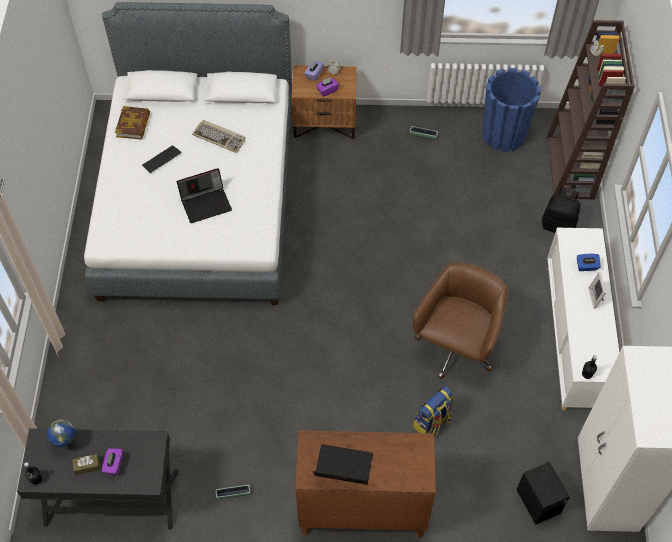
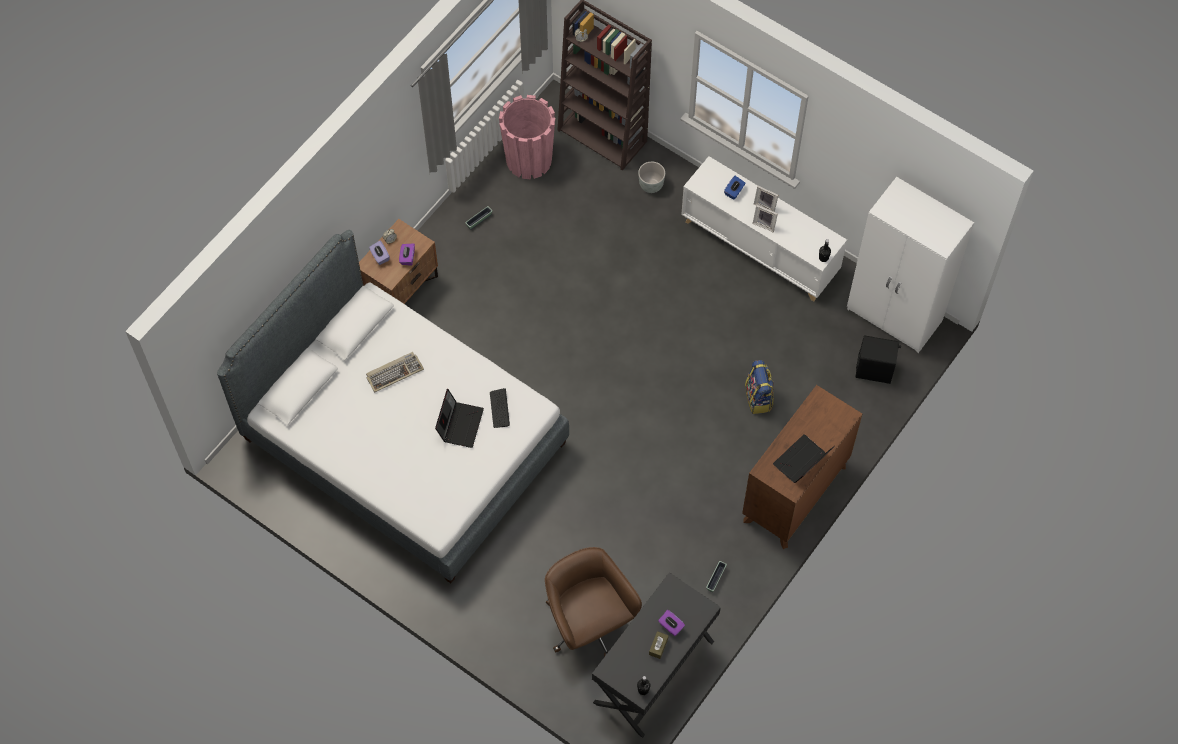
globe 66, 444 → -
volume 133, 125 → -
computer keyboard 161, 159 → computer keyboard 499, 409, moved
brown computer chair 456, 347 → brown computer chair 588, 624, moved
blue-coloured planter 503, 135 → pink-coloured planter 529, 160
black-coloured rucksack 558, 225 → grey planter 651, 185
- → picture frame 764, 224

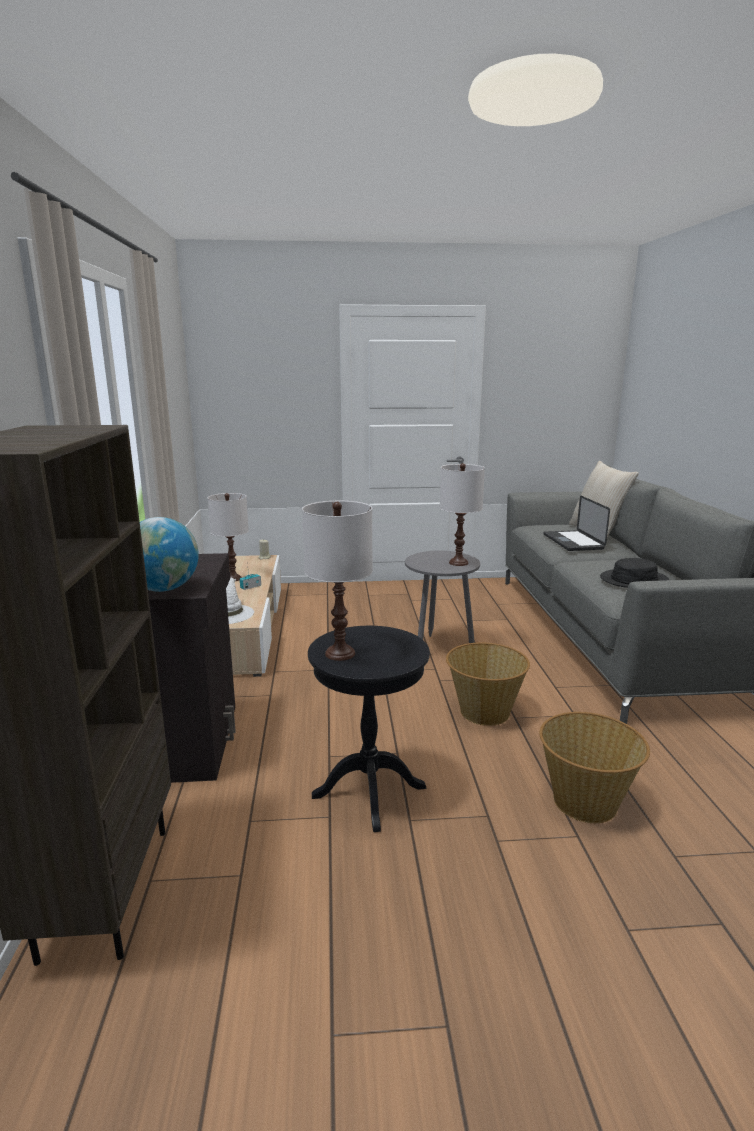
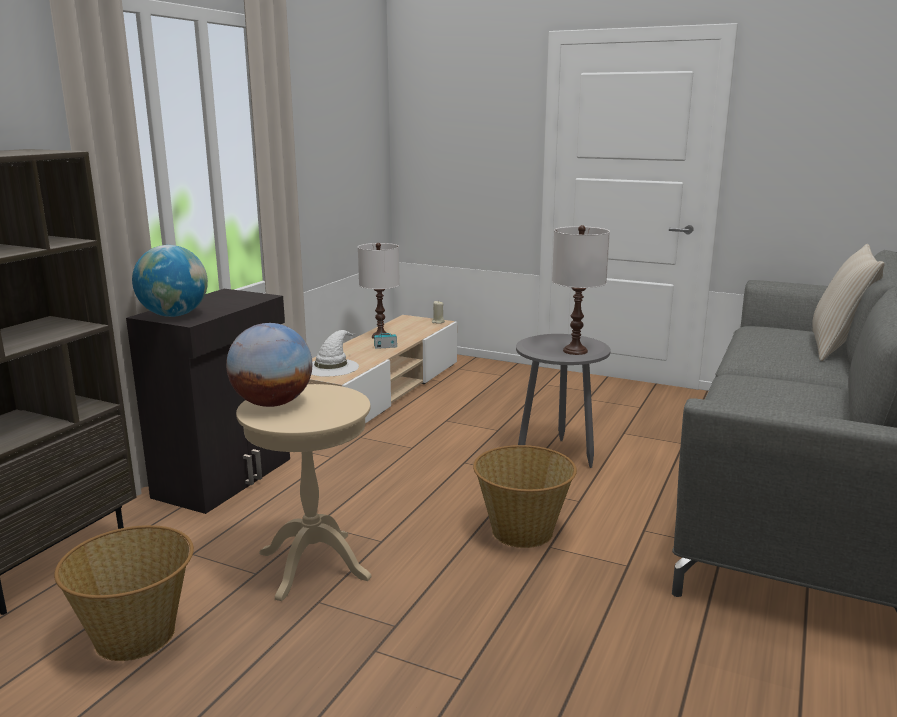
white table lamp 339, 654 → globe 272, 403
black-coloured accent table 369, 791 → sand-coloured accent table 314, 565
storage basket 585, 801 → storage basket 137, 635, moved
notebook computer 573, 542 → -
black-coloured wearable hat 633, 580 → -

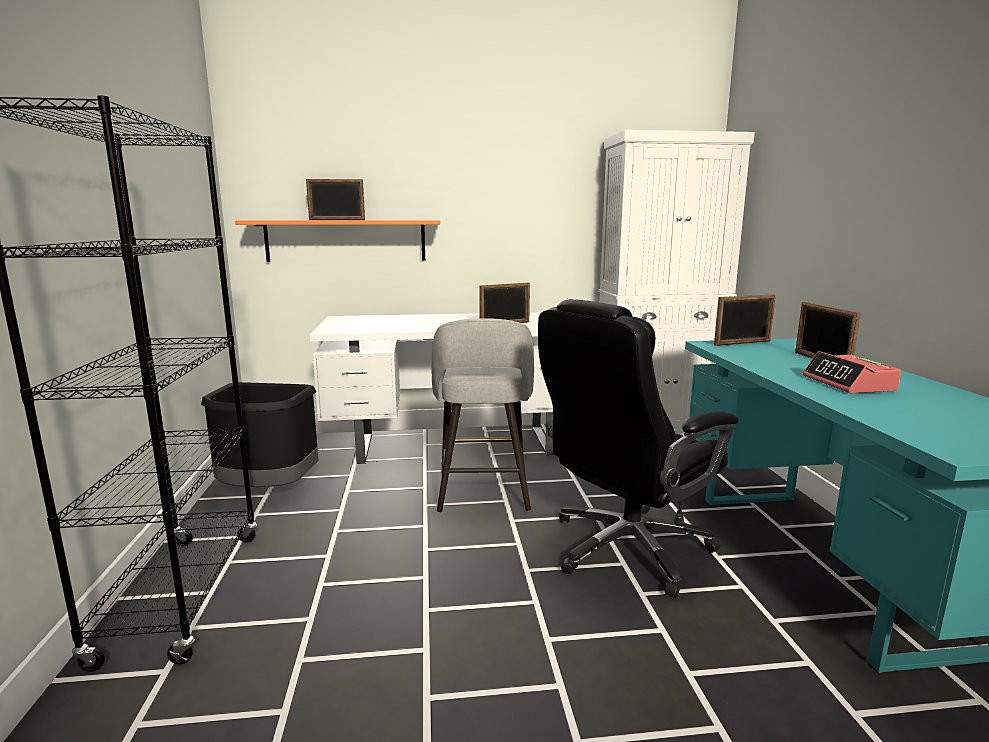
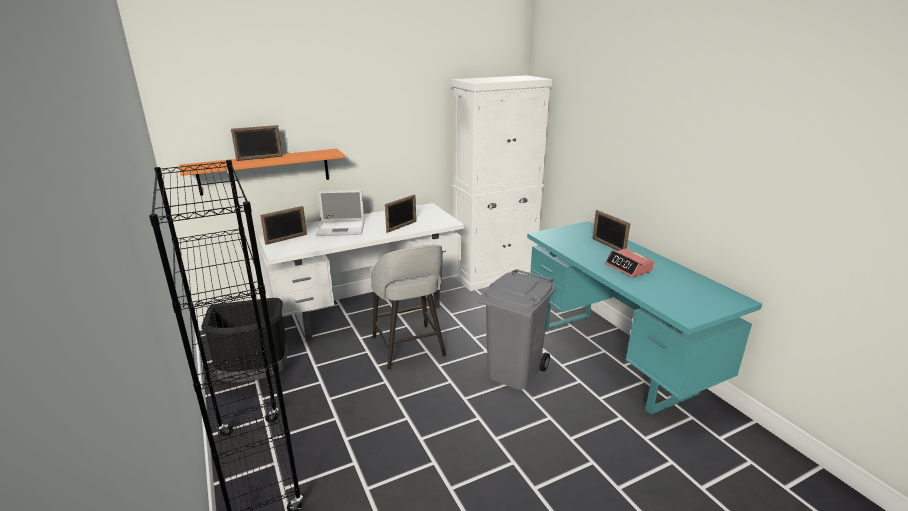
black-coloured computer chair 626, 549 → grey trash can 513, 371
picture frame 742, 343 → picture frame 286, 239, moved
- → notebook computer 342, 228

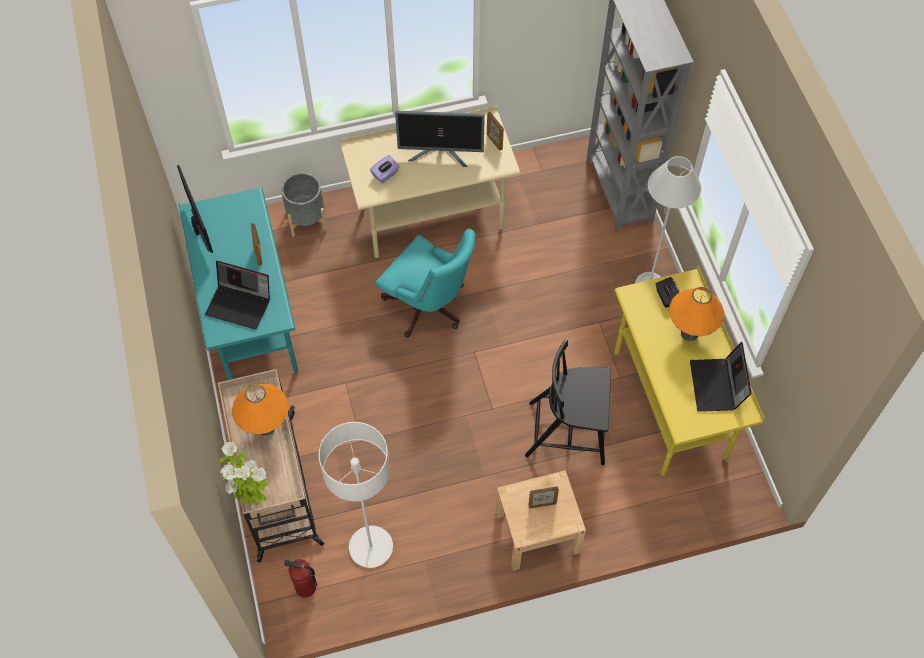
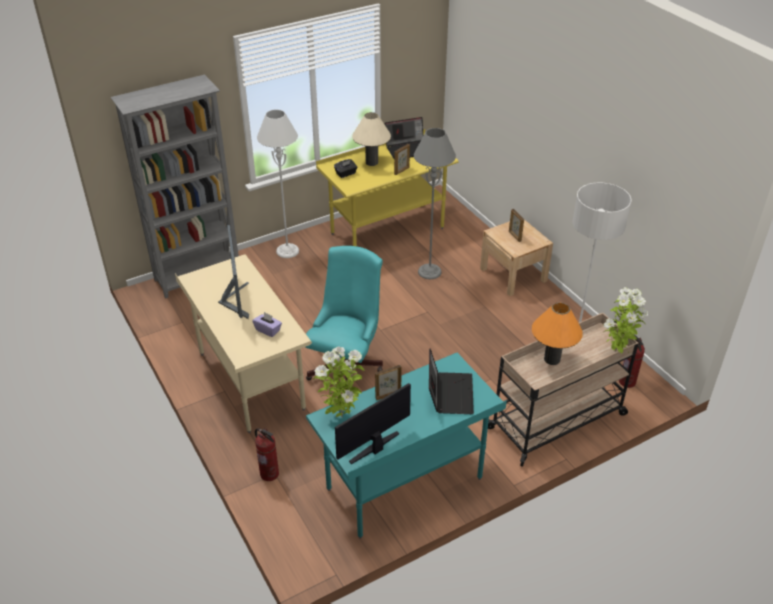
grey planter 307, 219 → fire extinguisher 270, 473
picture frame 494, 142 → picture frame 402, 171, moved
black-coloured upright chair 568, 432 → grey floor lamp 429, 272
orange table lamp 689, 333 → sand-coloured table lamp 371, 162
- → plant in a pot 341, 416

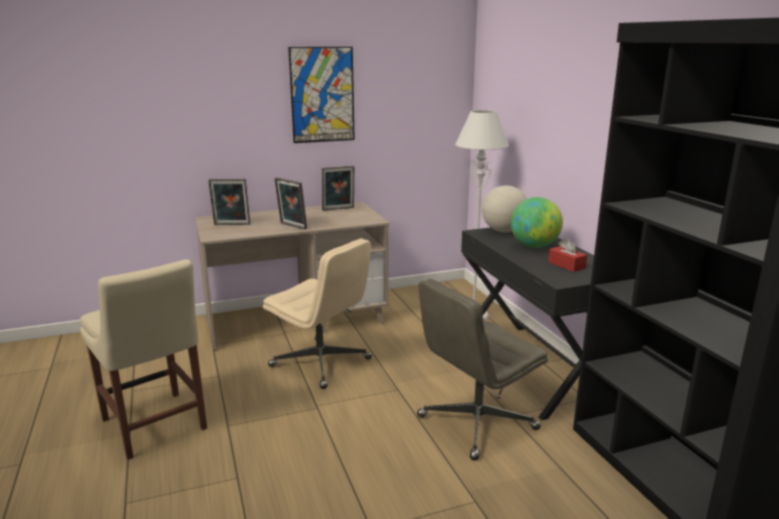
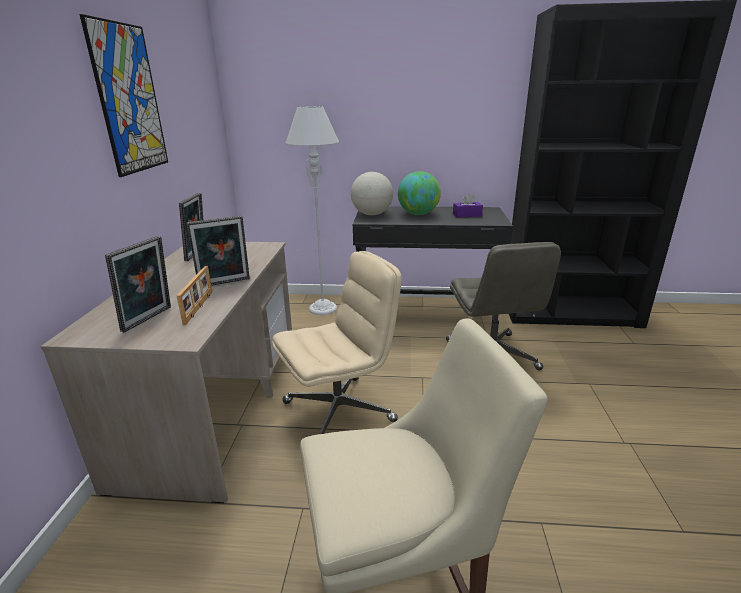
reddish tissue holder 566, 265 → purple tissue holder 467, 215
- → picture frame 199, 307

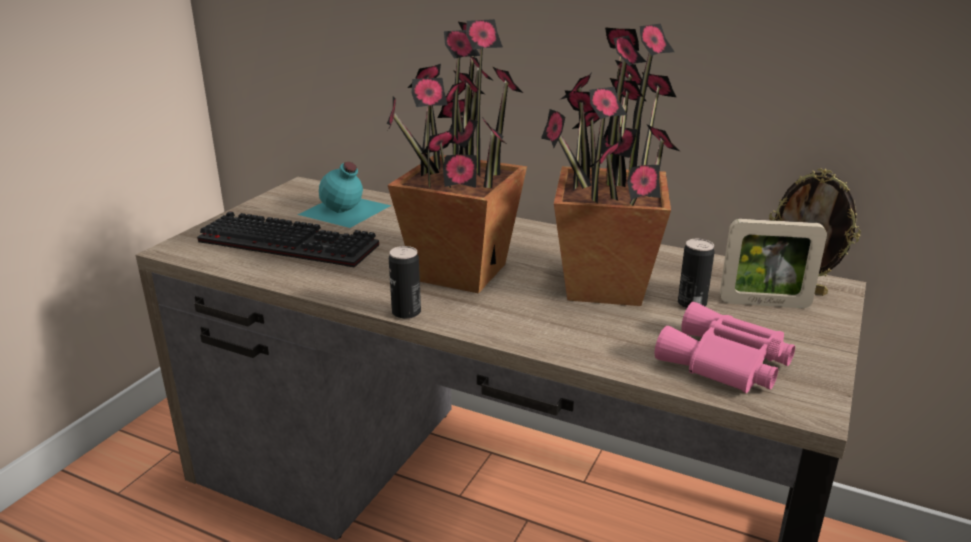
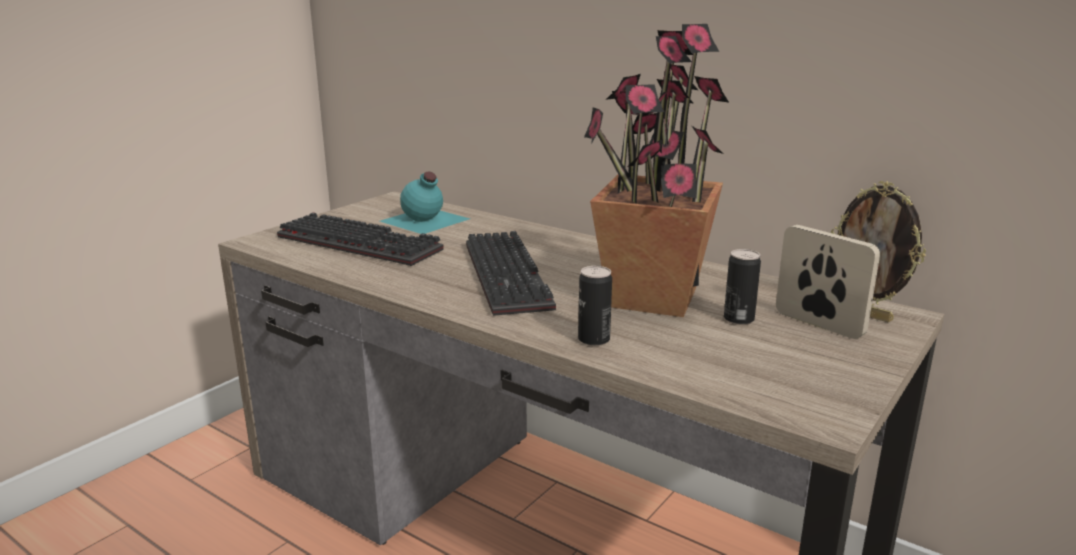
plant in a pot 459, 272 → computer keyboard 511, 276
sealed can 406, 312 → sealed can 594, 339, moved
pink-coloured binoculars 725, 363 → -
picture frame 764, 303 → picture frame 818, 324, 150 degrees counterclockwise

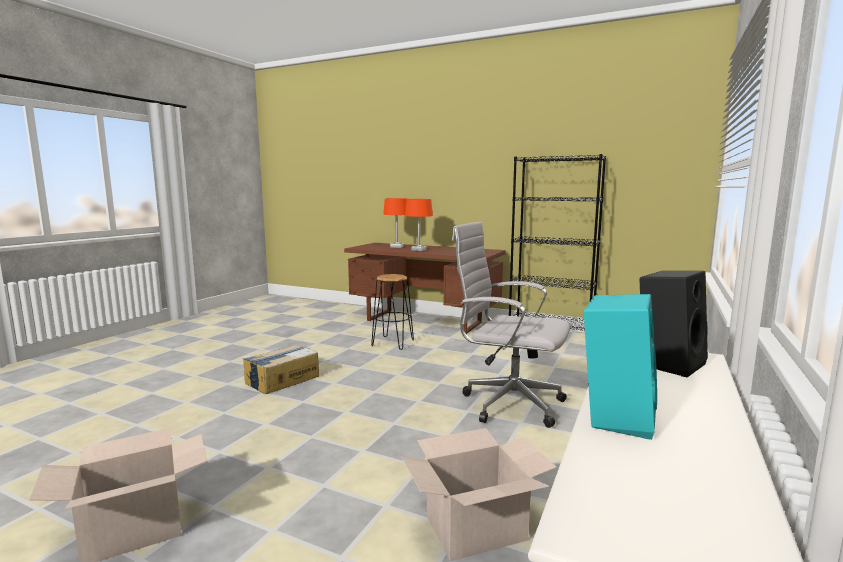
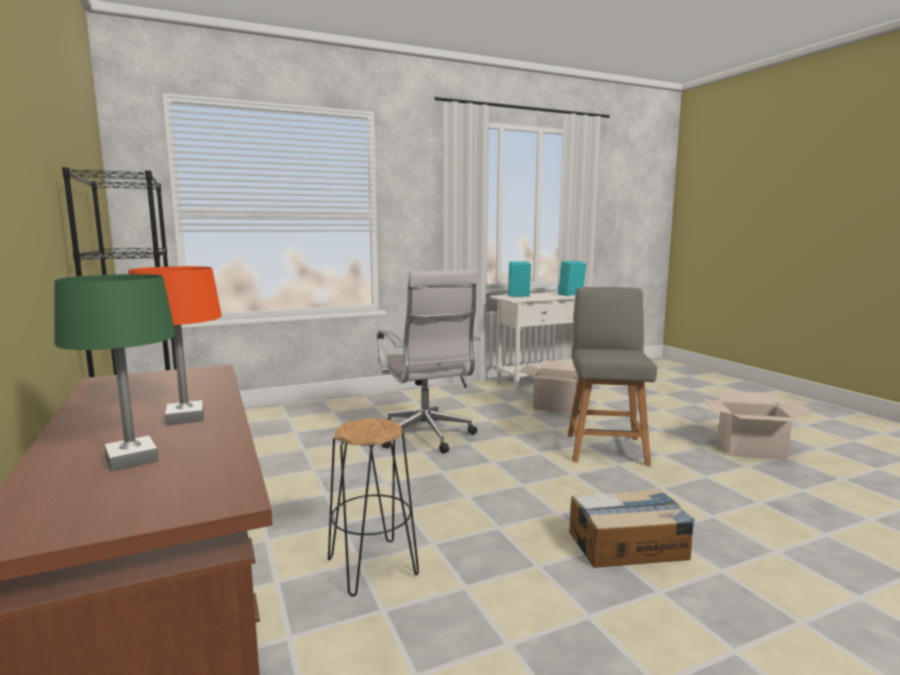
orange table lamp 397, 247 → green table lamp 132, 459
black-coloured speaker 668, 363 → blue-green speaker 518, 296
- → grey upright chair 605, 448

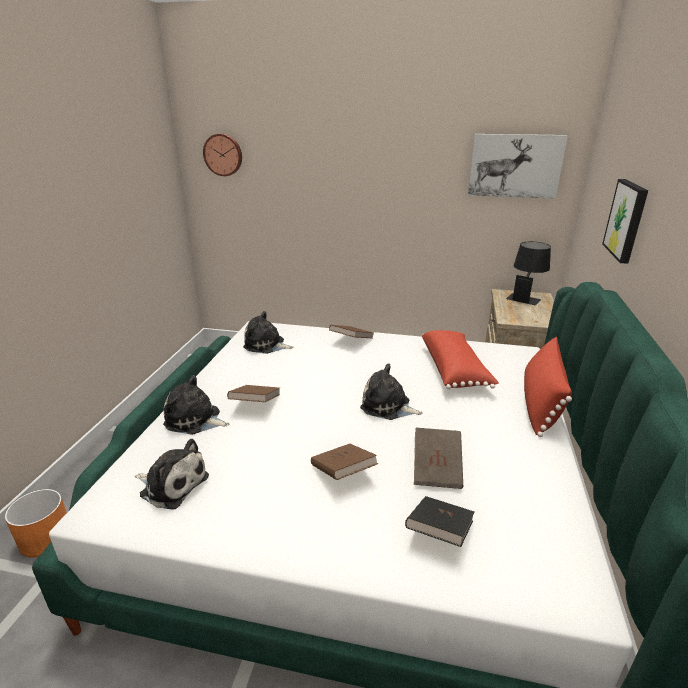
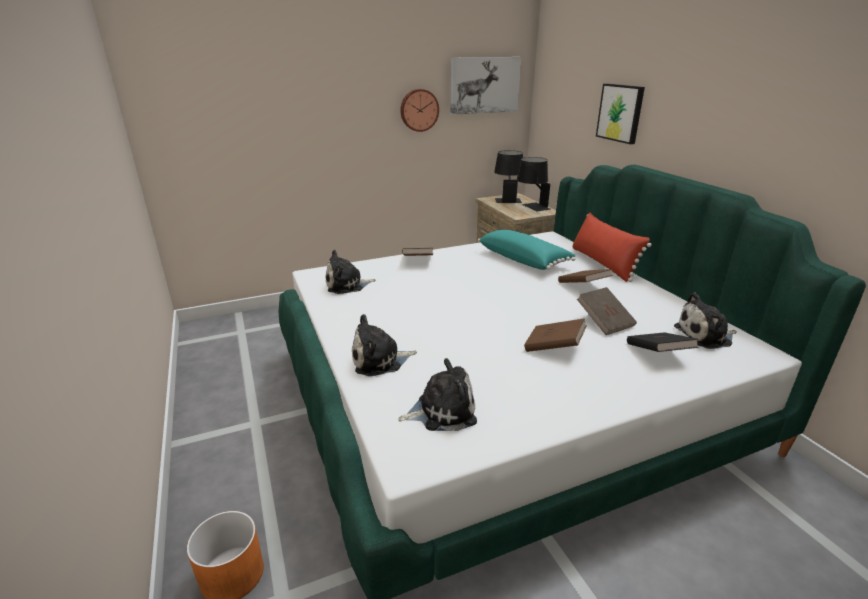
wall clock 223, 155 → wall clock 419, 110, moved
brown volume 255, 404 → brown volume 583, 286, moved
plush toy 388, 406 → plush toy 705, 336, moved
reddish throw pillow 454, 370 → blue-green throw pillow 524, 259
- → black-coloured table lamp 531, 207

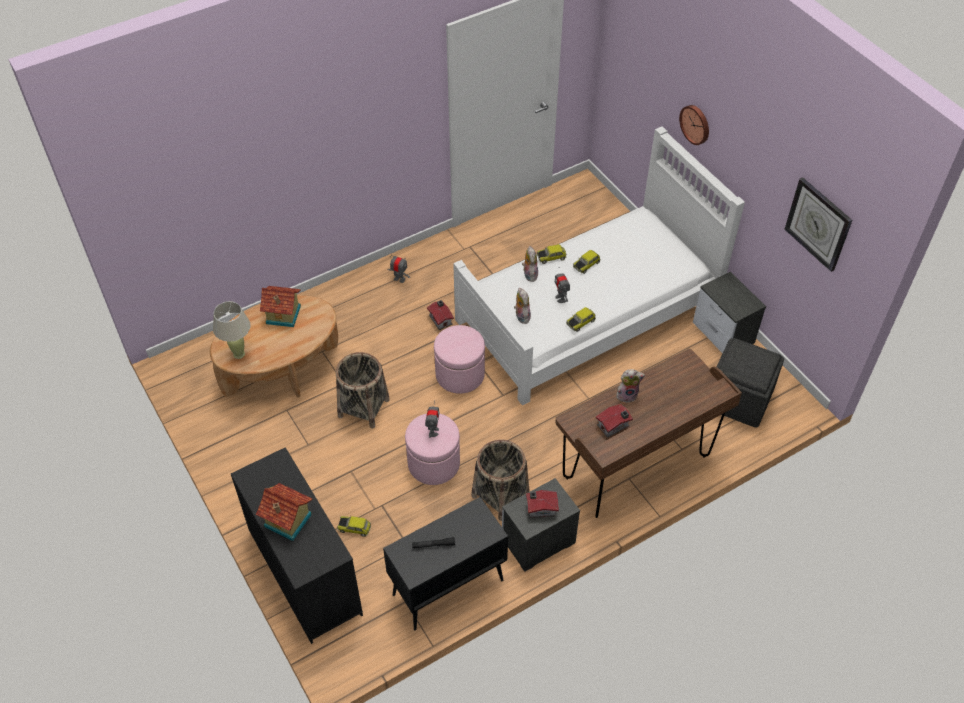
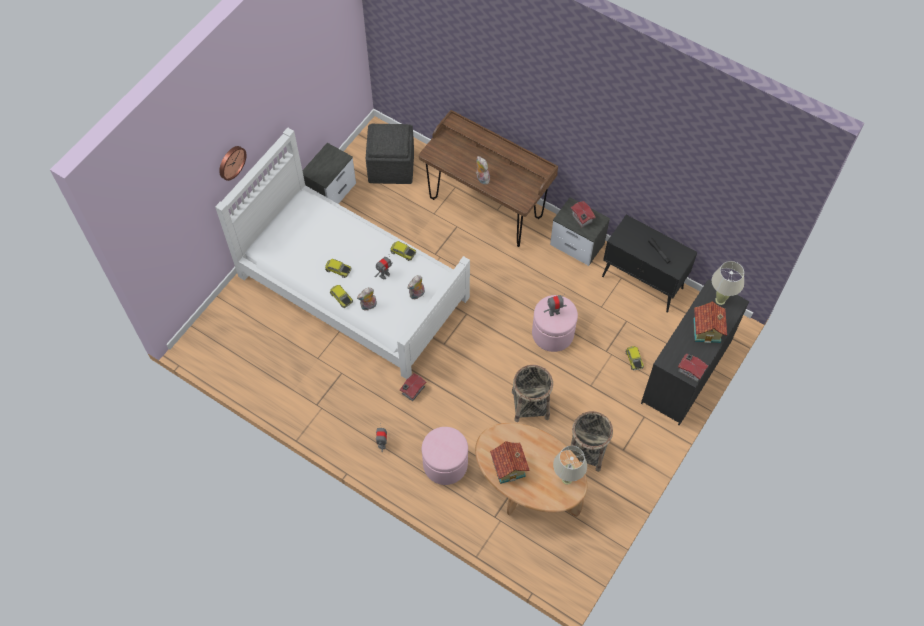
pink-coloured pouffe 460, 374 → pink-coloured pouffe 445, 464, moved
storage basket 500, 495 → storage basket 587, 451, moved
toy house 614, 426 → toy house 690, 370, moved
wall clock 818, 224 → -
- → sand-coloured table lamp 720, 300

